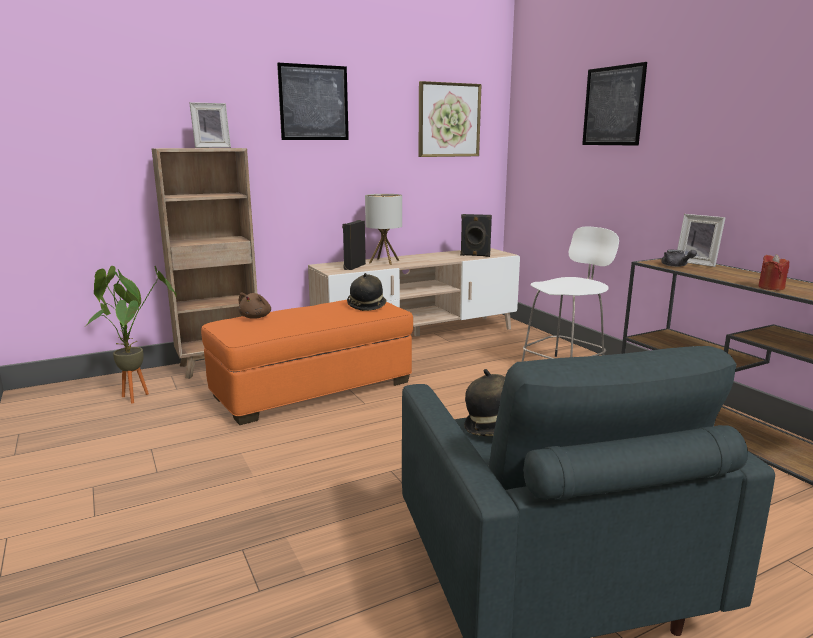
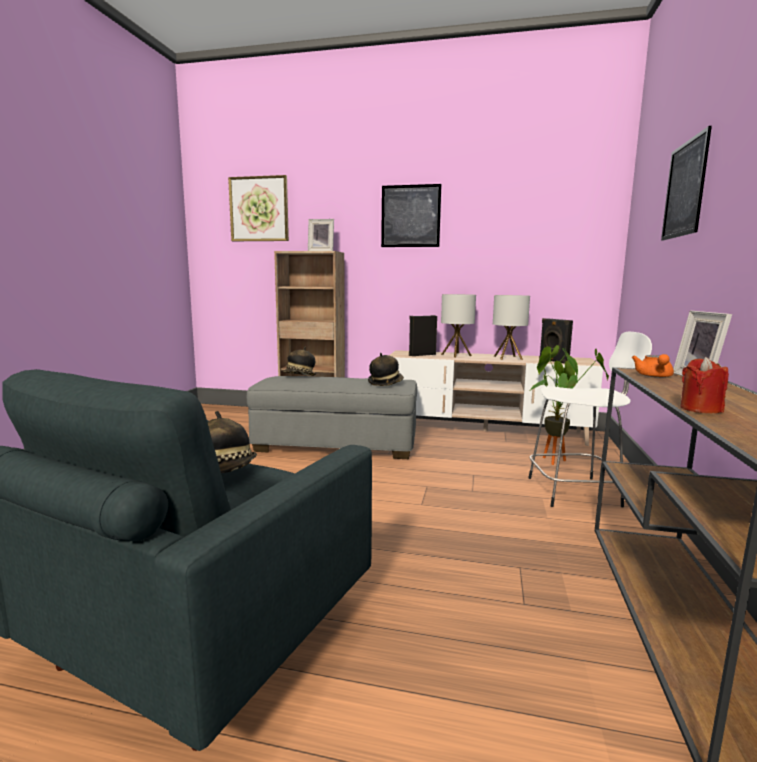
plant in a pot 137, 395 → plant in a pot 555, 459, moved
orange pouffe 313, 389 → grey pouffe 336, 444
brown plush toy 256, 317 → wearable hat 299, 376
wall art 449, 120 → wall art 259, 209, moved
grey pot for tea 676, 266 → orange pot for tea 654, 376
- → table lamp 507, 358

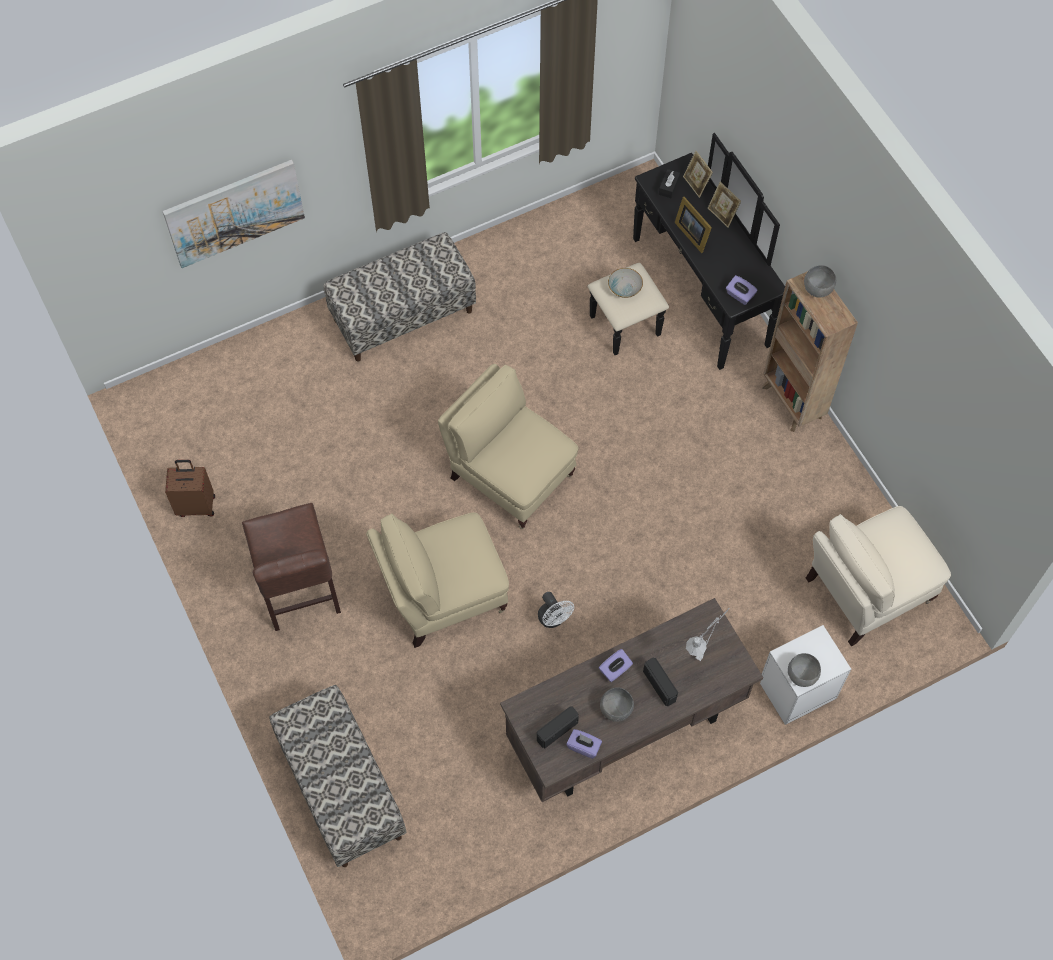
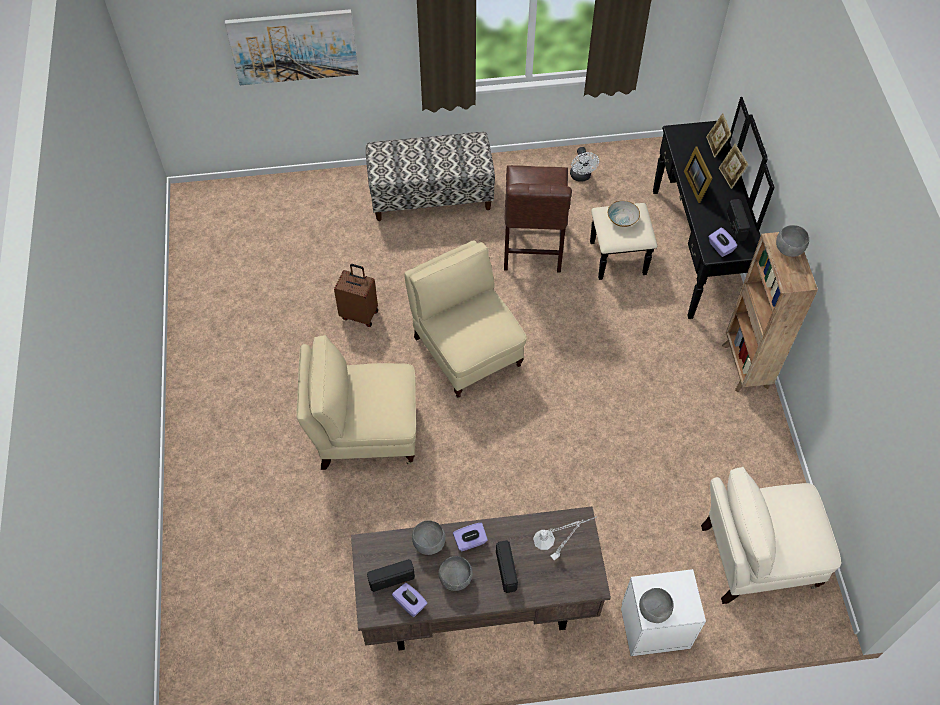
brown piece of luggage 196, 505 → brown piece of luggage 359, 314, moved
brown upright chair 299, 593 → brown upright chair 532, 249, moved
bench 341, 788 → -
white fan 553, 619 → white fan 581, 177, moved
black-coloured tissue holder 669, 187 → -
- → grey serving bowl 428, 543
- → radio set 735, 226

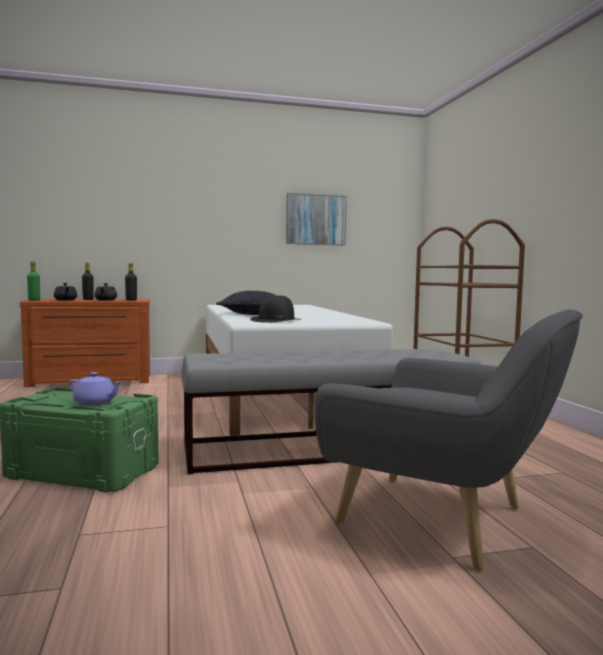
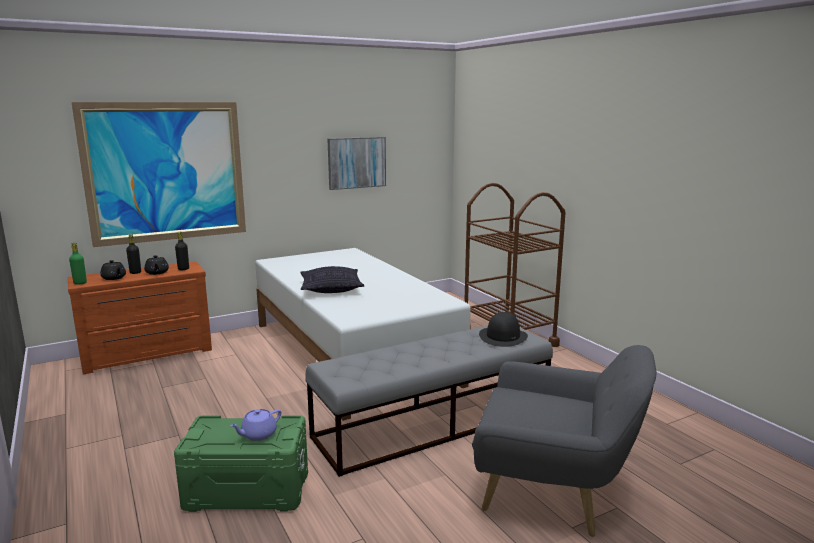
purple pot for tea 95, 403 → purple pot for tea 258, 435, 135 degrees clockwise
black-coloured wearable hat 276, 320 → black-coloured wearable hat 503, 336, moved
- → wall art 166, 172

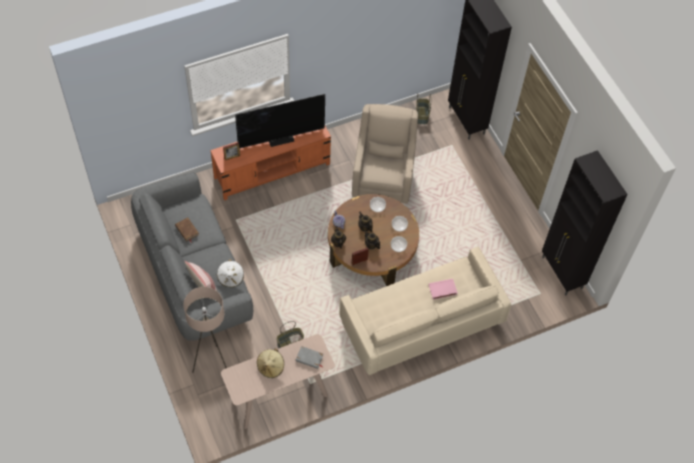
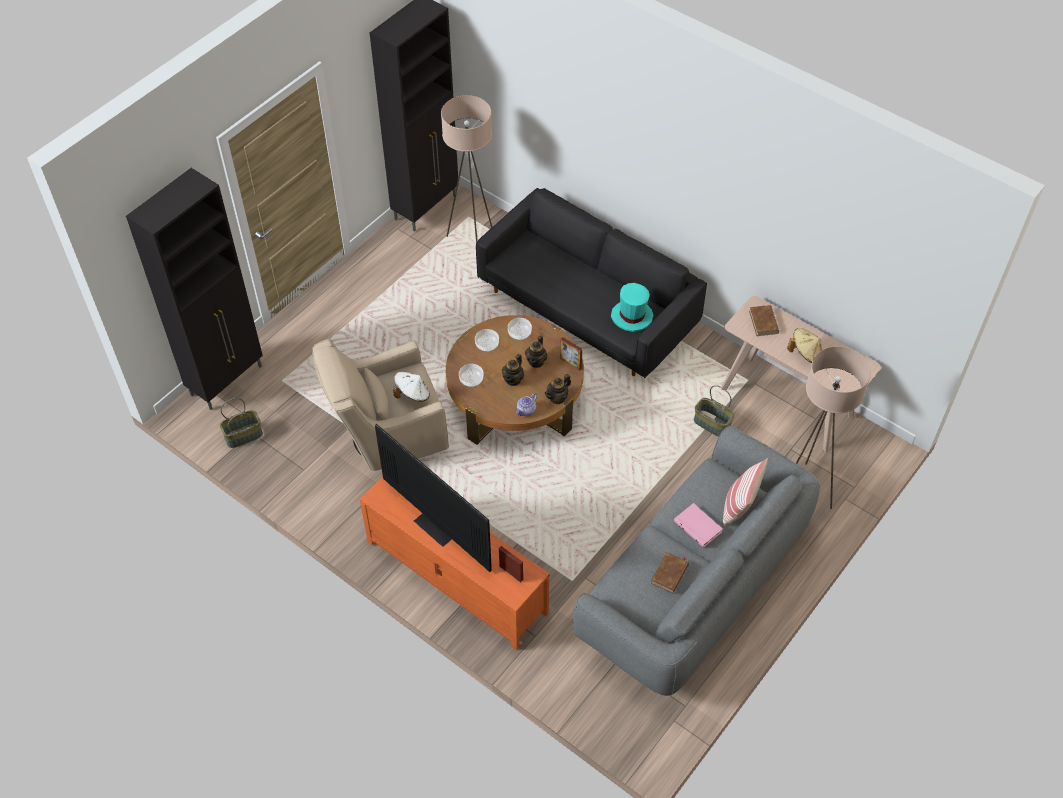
white wearable hat 231, 278 → white wearable hat 412, 394, moved
grey volume 309, 358 → brown volume 763, 322
sand-coloured couch 420, 323 → black-coloured couch 587, 309
pink-coloured volume 442, 290 → pink-coloured volume 698, 526, moved
- → sand-coloured floor lamp 472, 243
- → blue-green wearable hat 631, 316

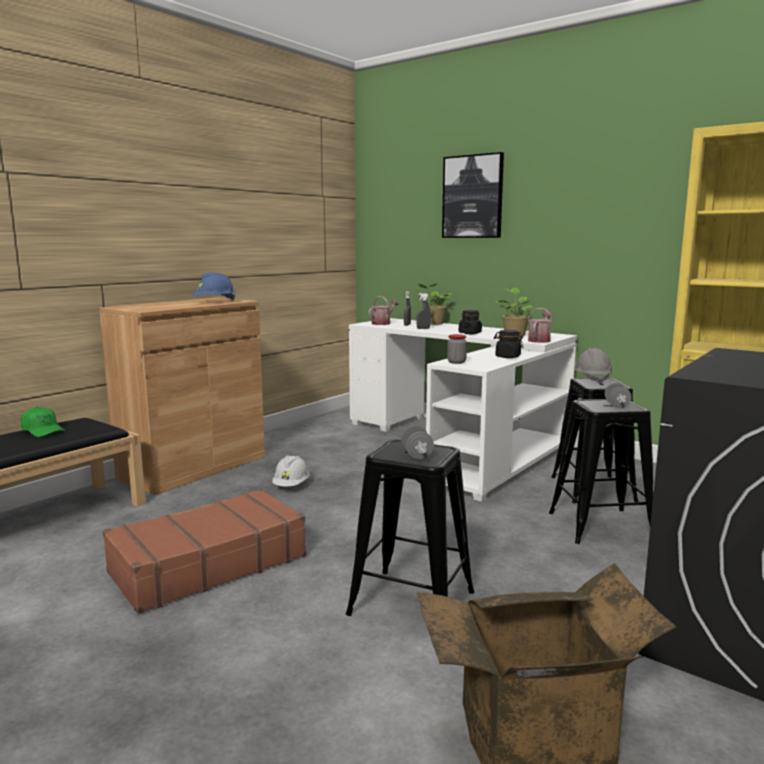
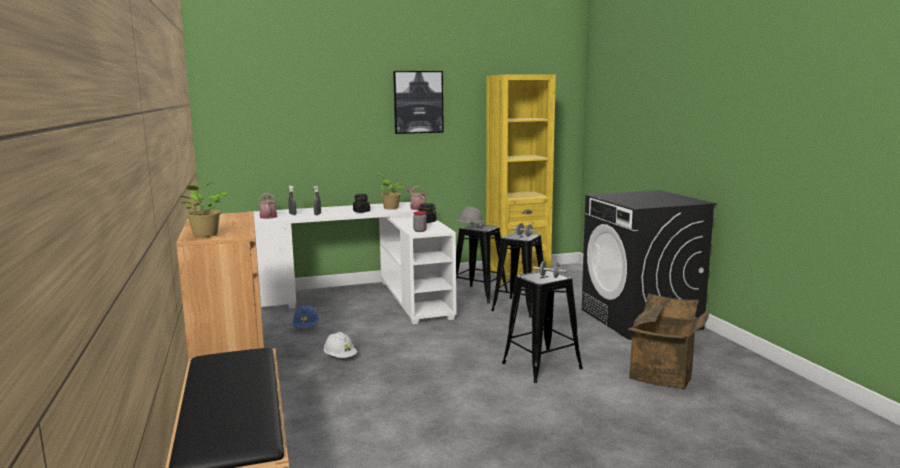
green peaked cap 42, 430 → -
brown piece of luggage 207, 564 → -
blue-coloured safety helmet 214, 302 → blue-coloured safety helmet 306, 327, moved
plant in a pot 433, 323 → plant in a pot 205, 235, moved
wall art 473, 197 → wall art 418, 102, moved

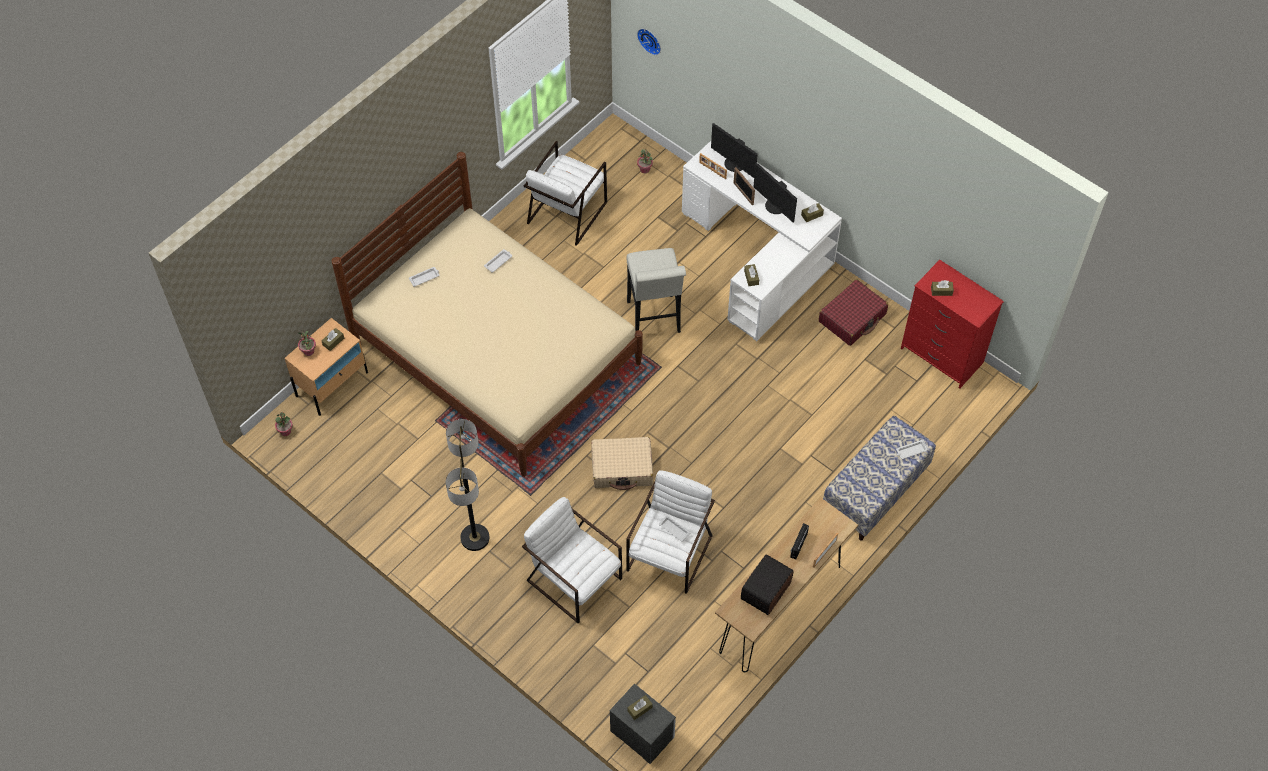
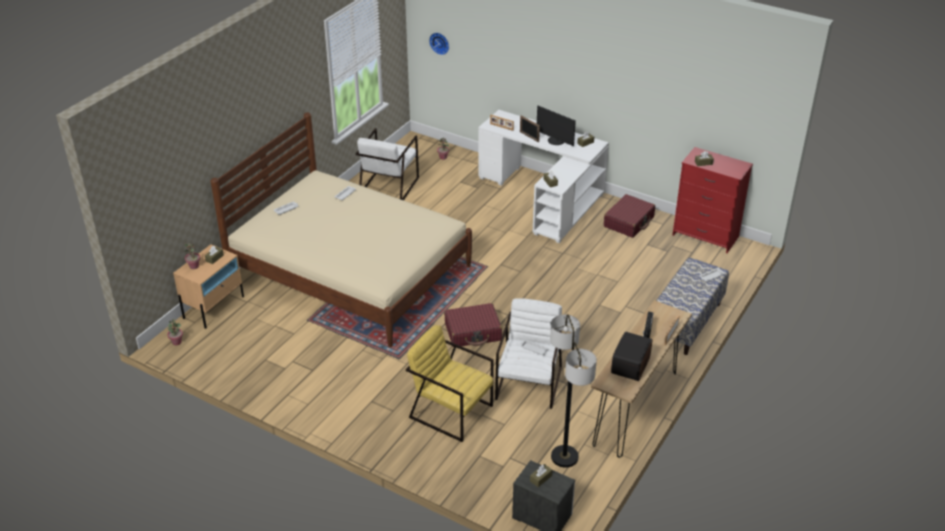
floor lamp 474, 538 → floor lamp 564, 457, moved
white lounge chair 574, 579 → yellow-coloured lounge chair 451, 411
sand-coloured piece of luggage 622, 468 → reddish piece of luggage 473, 332
white stool seat 654, 320 → -
computer screen 734, 164 → -

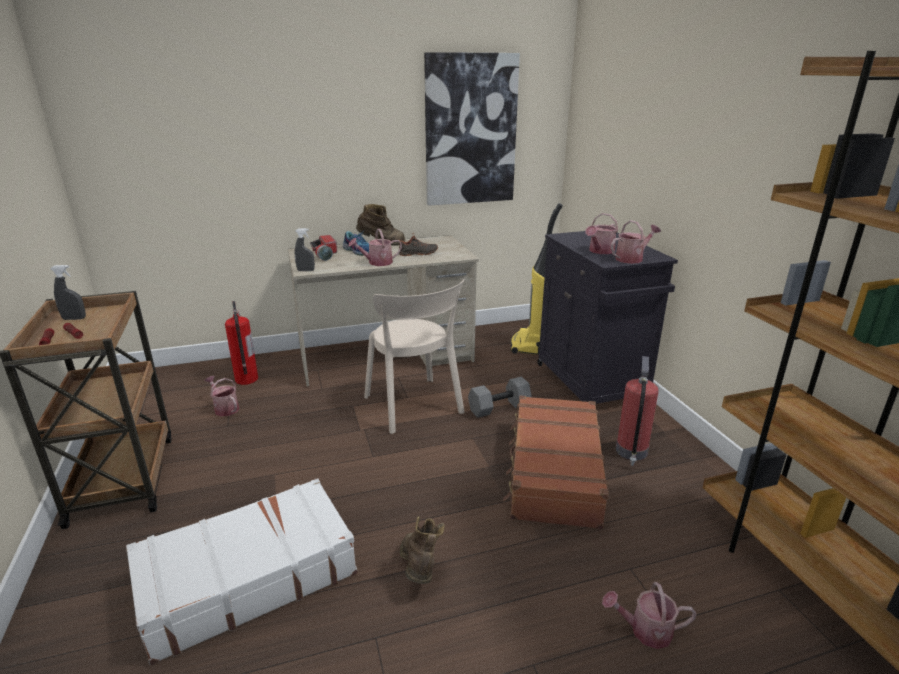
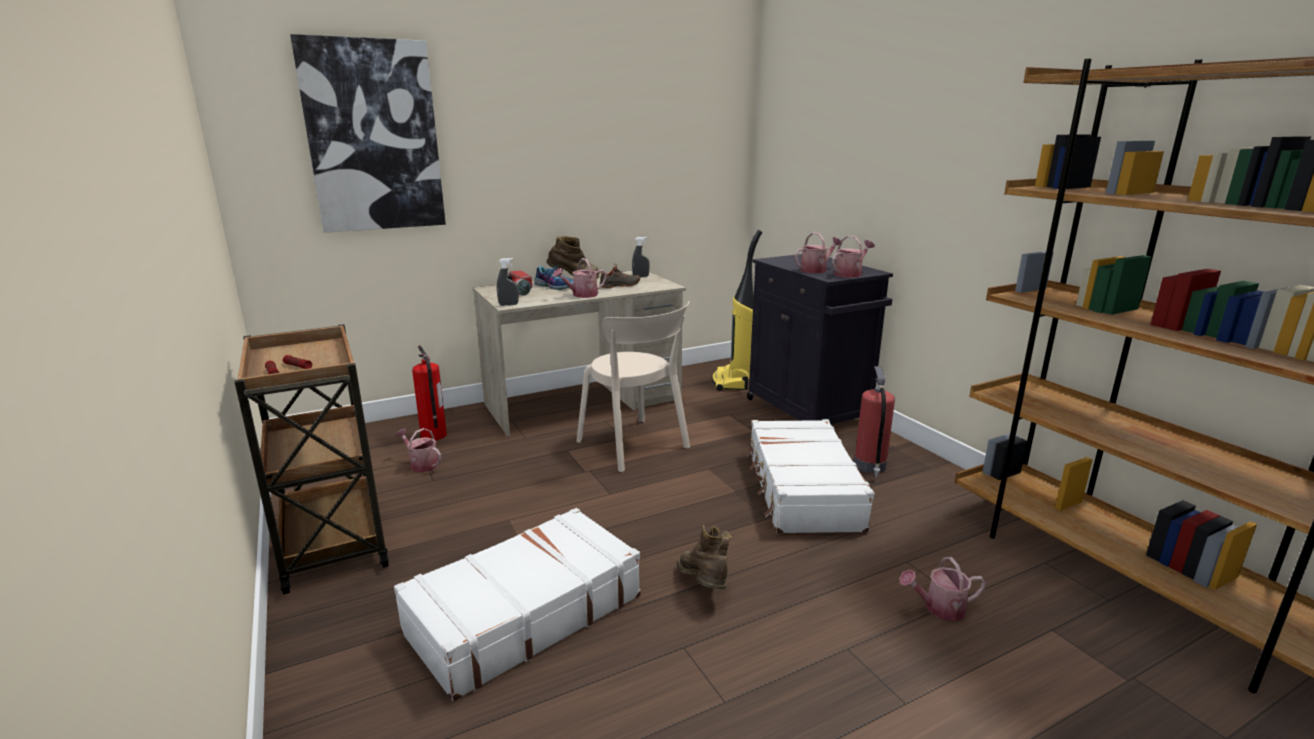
grey spray bottle 74, 319 → grey spray bottle 640, 277, moved
wall art 470, 131 → wall art 373, 137, moved
grey free weight 499, 408 → -
brown piece of luggage 553, 472 → white piece of luggage 801, 490
watering pot 600, 251 → watering pot 816, 270, 150 degrees counterclockwise

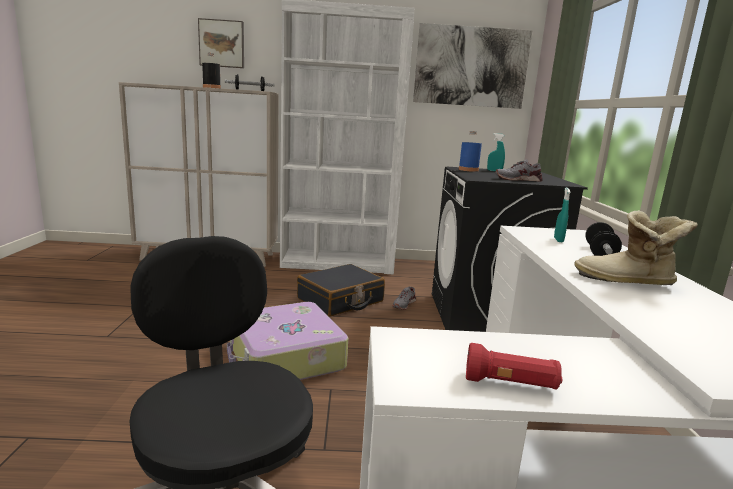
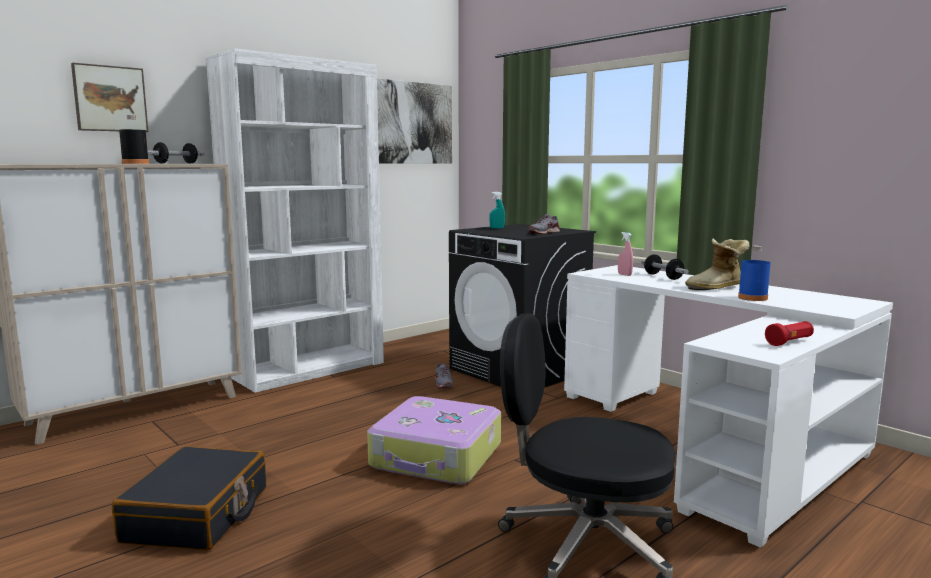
black-coloured piece of luggage 340, 300 → black-coloured piece of luggage 198, 515, moved
blue-coloured drink bottle 468, 170 → blue-coloured drink bottle 752, 298, moved
blue-green spray bottle 558, 240 → pink-coloured spray bottle 624, 275

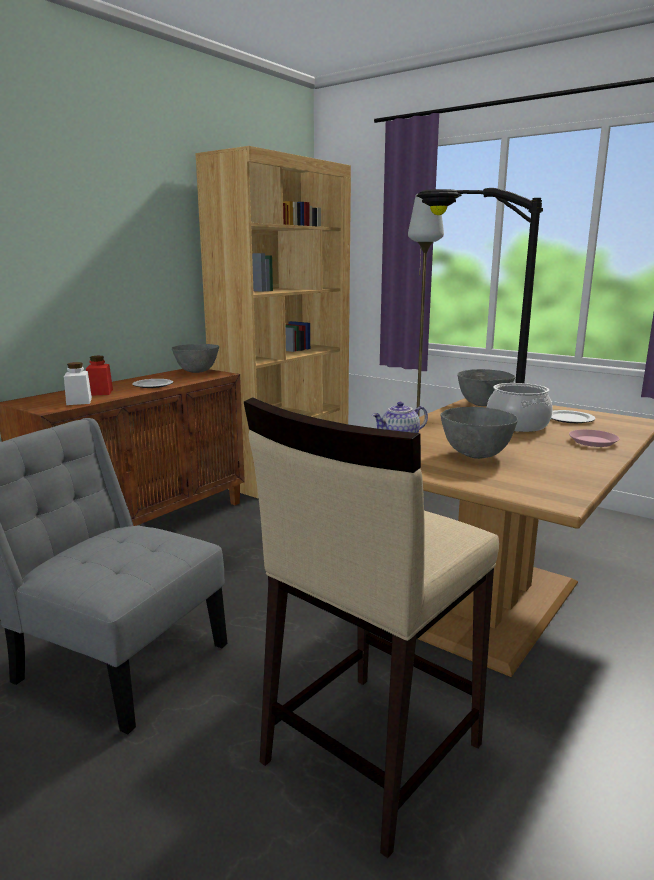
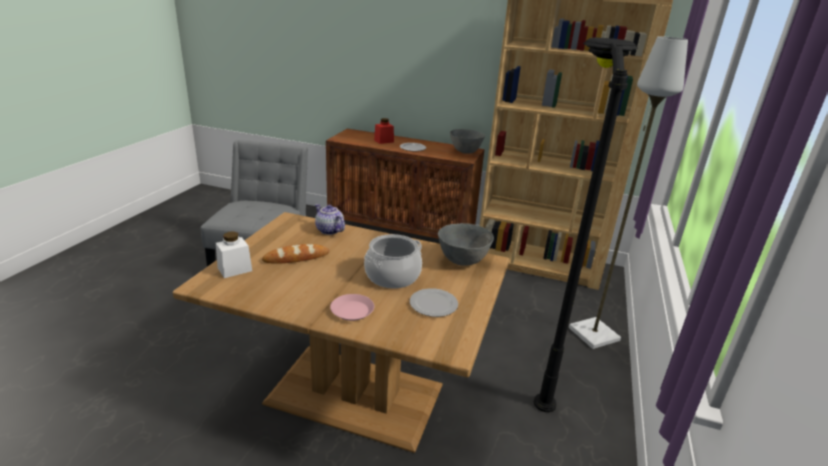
white preserve jar 79, 401 → white preserve jar 235, 269, moved
sand-coloured stool seat 369, 753 → -
grey serving bowl 476, 455 → bread 296, 257

